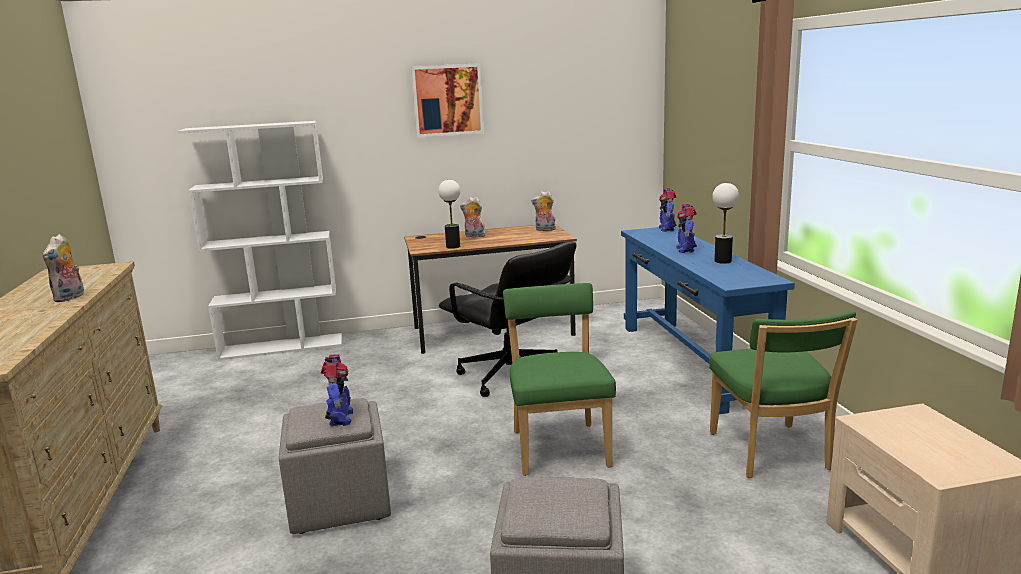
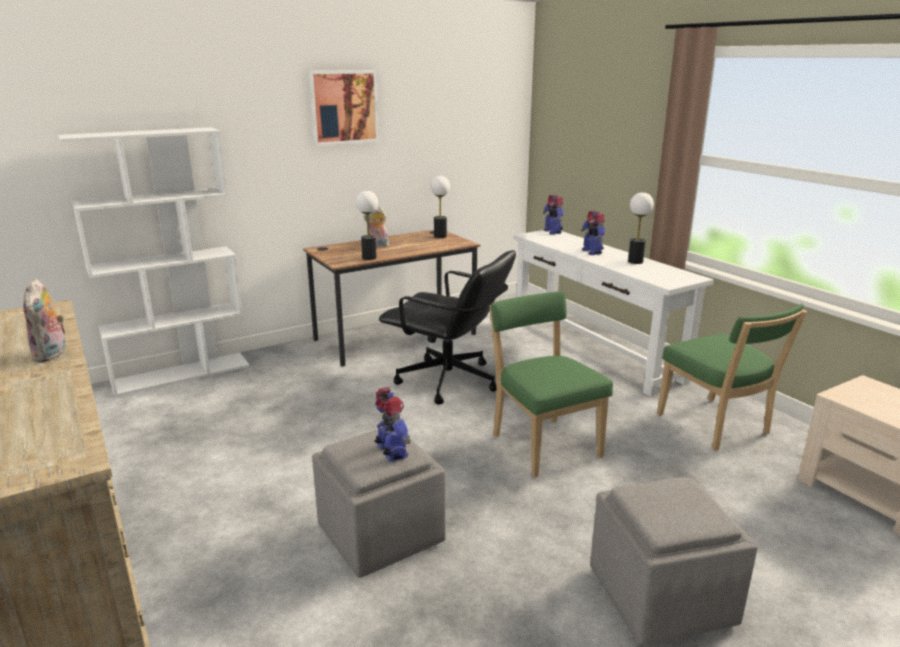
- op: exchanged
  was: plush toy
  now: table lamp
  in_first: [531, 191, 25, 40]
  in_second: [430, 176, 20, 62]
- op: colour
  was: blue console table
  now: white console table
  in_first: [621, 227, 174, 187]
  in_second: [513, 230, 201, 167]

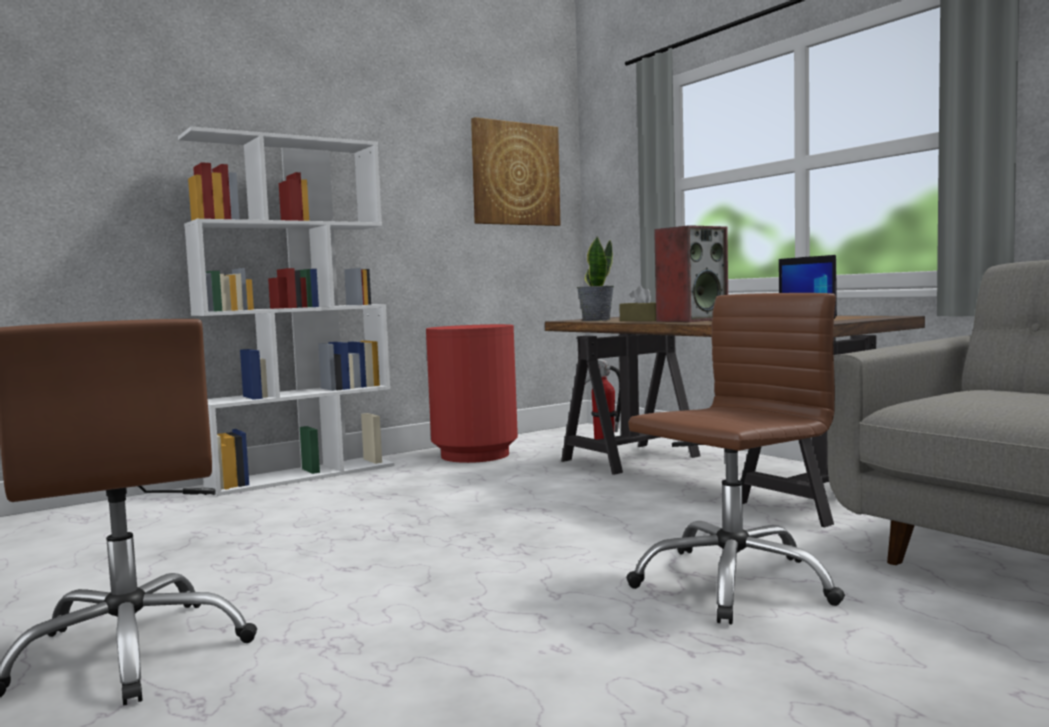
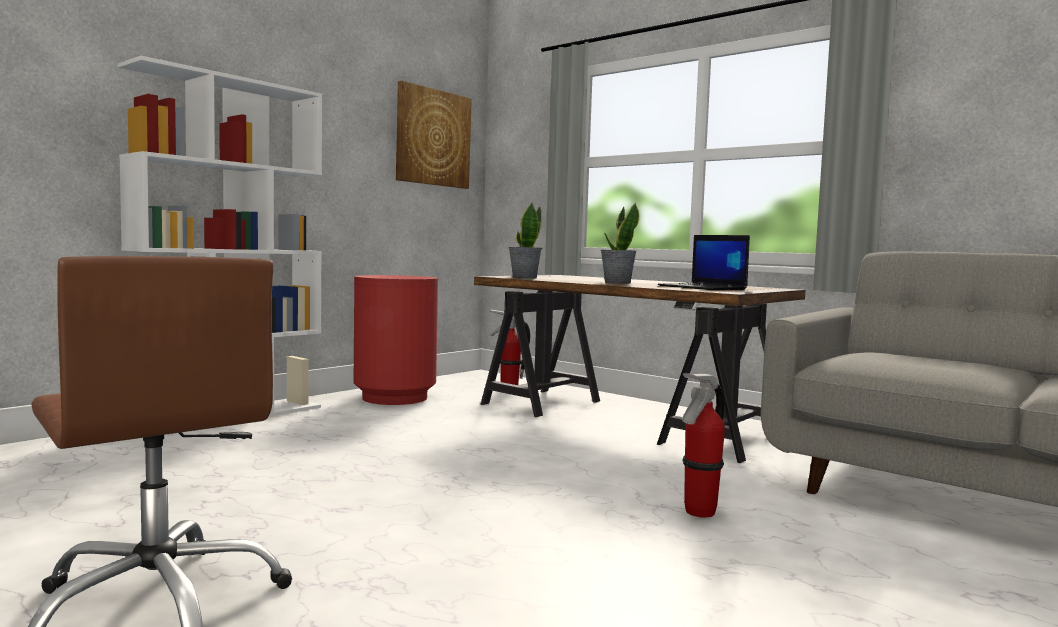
- op: exchanged
  was: speaker
  now: potted plant
  in_first: [654, 225, 74, 97]
  in_second: [601, 203, 38, 81]
- op: exchanged
  was: brown office chair
  now: fire extinguisher
  in_first: [626, 293, 219, 331]
  in_second: [682, 373, 43, 145]
- op: missing
  was: brown tissue box
  in_first: [619, 286, 37, 35]

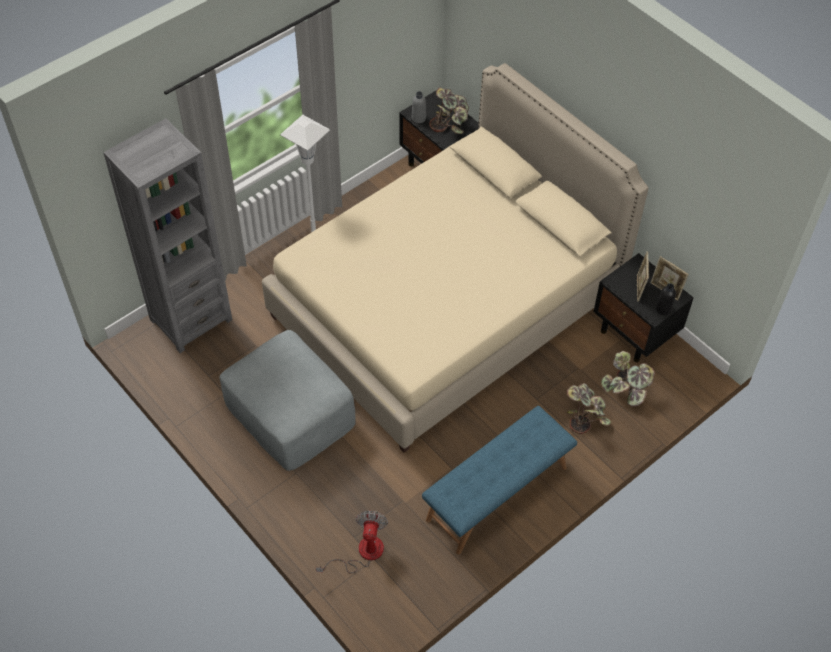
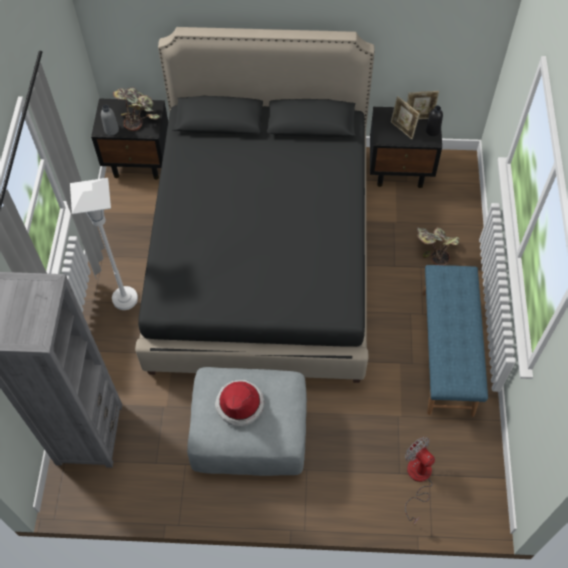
- op: colour
  was: beige bed
  now: black bed
  in_first: [262, 63, 387, 390]
  in_second: [135, 27, 240, 356]
- op: appeared
  now: hat
  in_second: [215, 380, 49, 47]
- op: missing
  was: potted plant
  in_first: [601, 351, 54, 56]

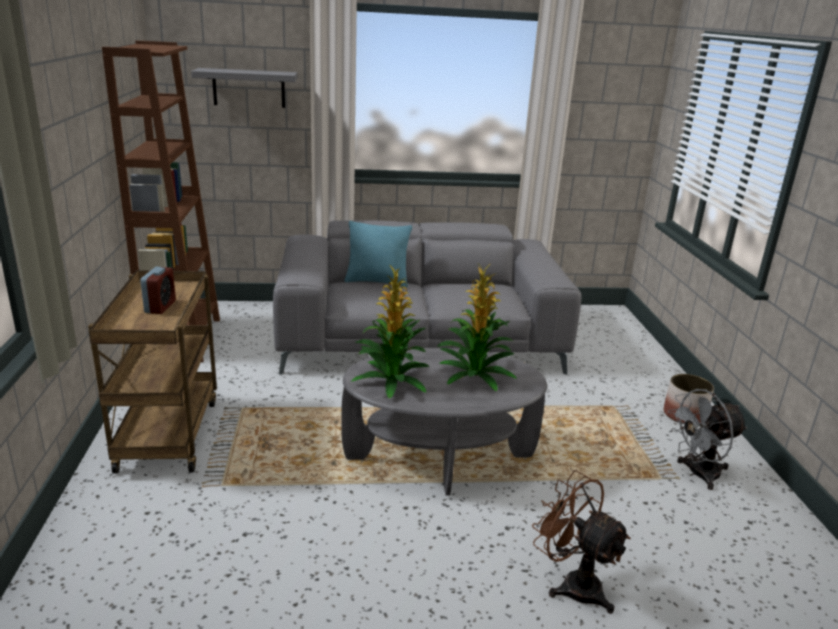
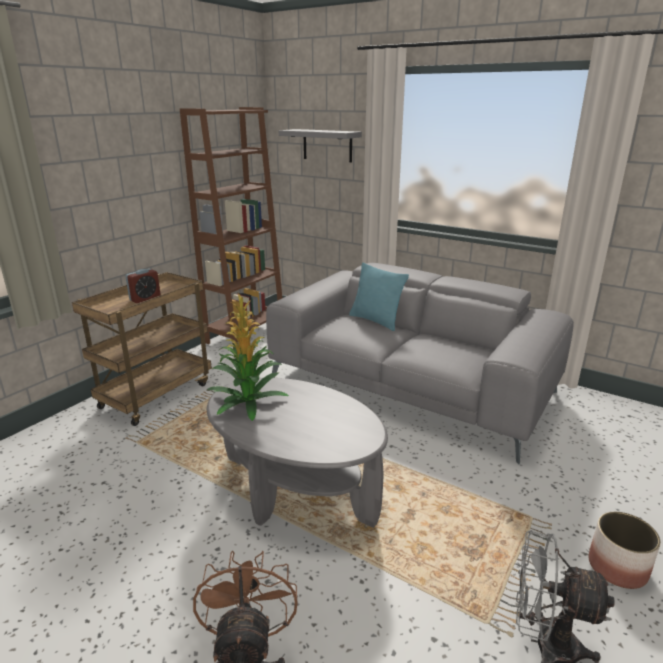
- op: missing
  was: potted plant
  in_first: [437, 264, 80, 127]

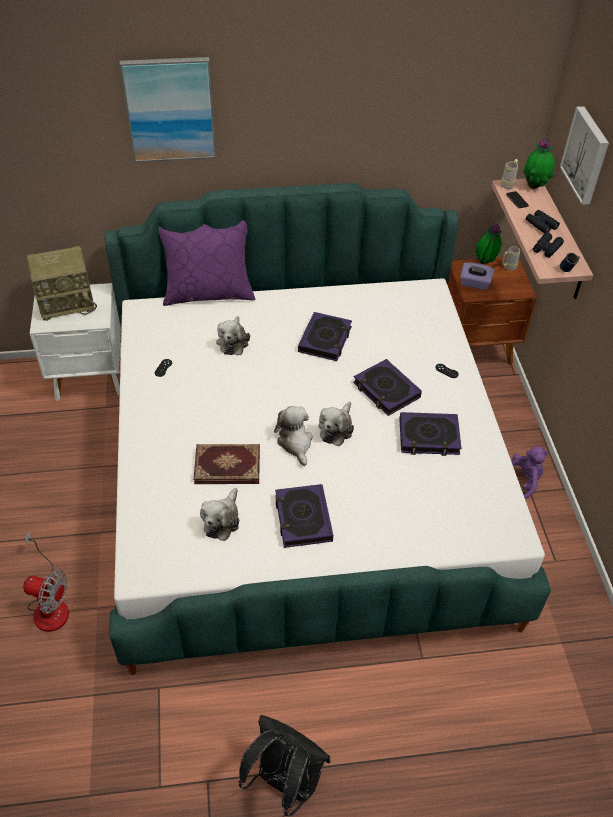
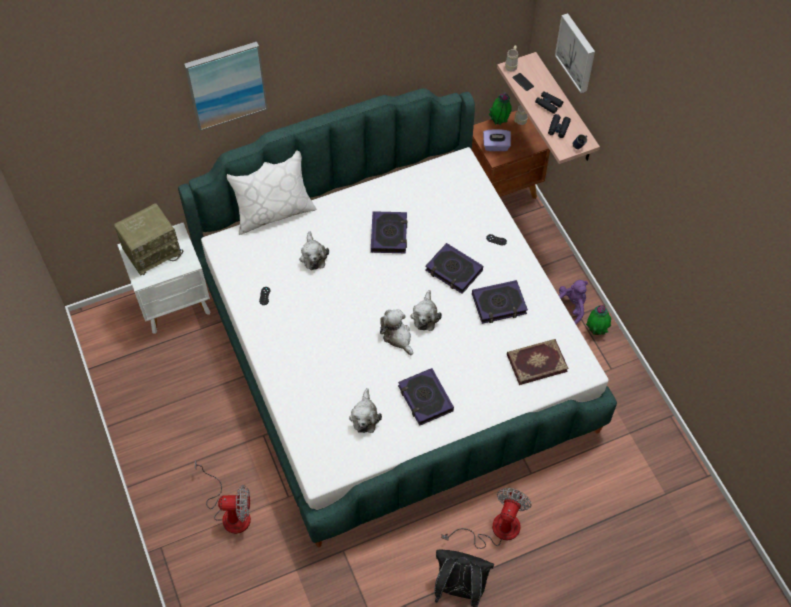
- op: colour
  was: purple pillow
  now: white pillow
  in_first: [158, 220, 98, 86]
  in_second: [227, 150, 90, 85]
- op: appeared
  now: fan
  in_second: [441, 488, 90, 61]
- op: relocated
  was: book
  in_first: [194, 444, 66, 40]
  in_second: [507, 339, 62, 46]
- op: relocated
  was: potted plant
  in_first: [523, 139, 32, 50]
  in_second: [586, 305, 25, 30]

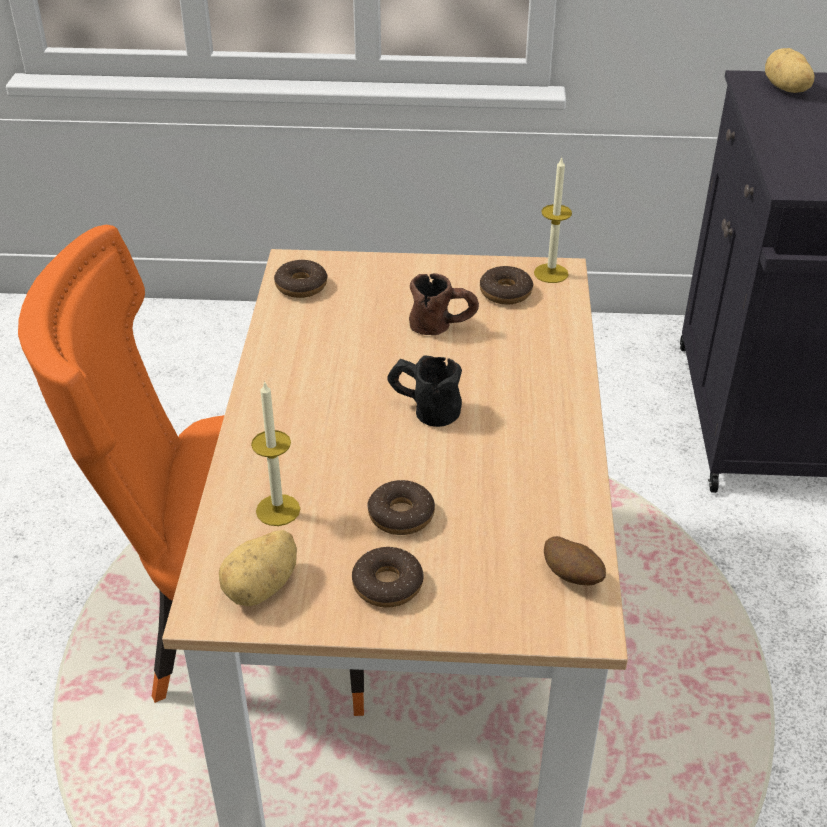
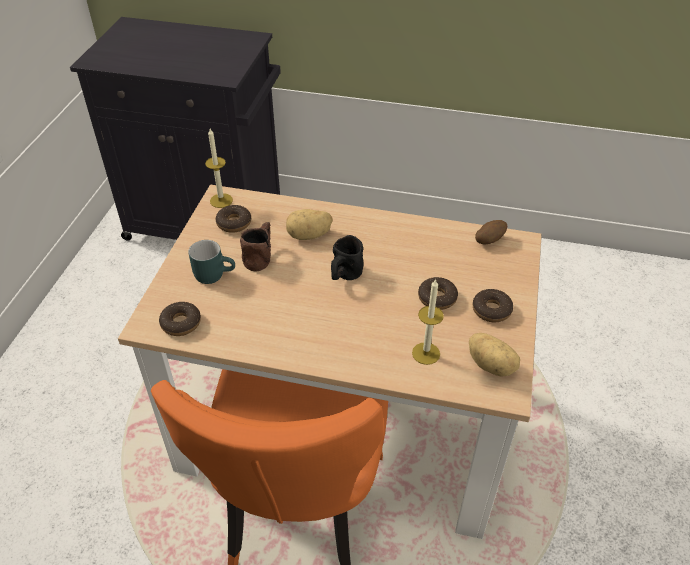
- op: appeared
  now: turquoise mug
  in_second: [188, 240, 47, 44]
- op: relocated
  was: potato
  in_first: [765, 48, 49, 45]
  in_second: [286, 209, 47, 31]

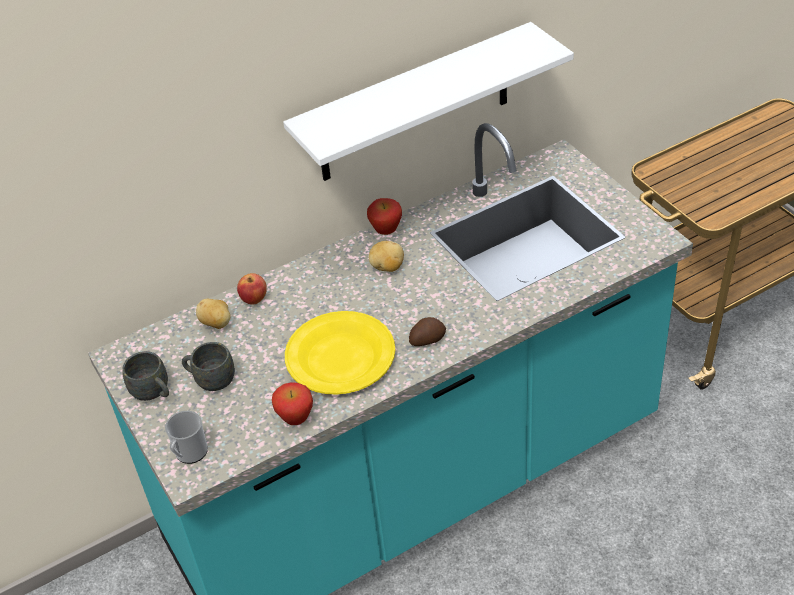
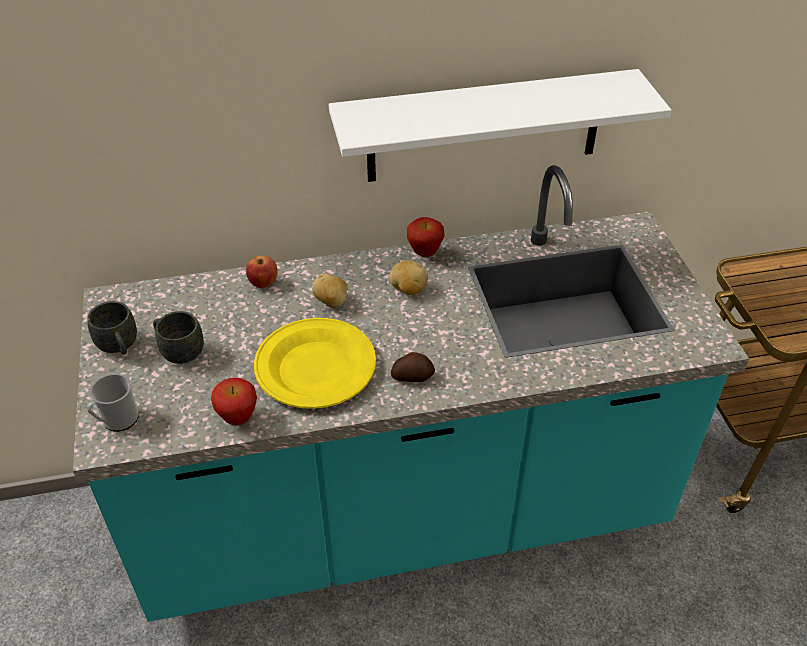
- op: relocated
  was: potato
  in_first: [196, 299, 35, 30]
  in_second: [312, 273, 35, 35]

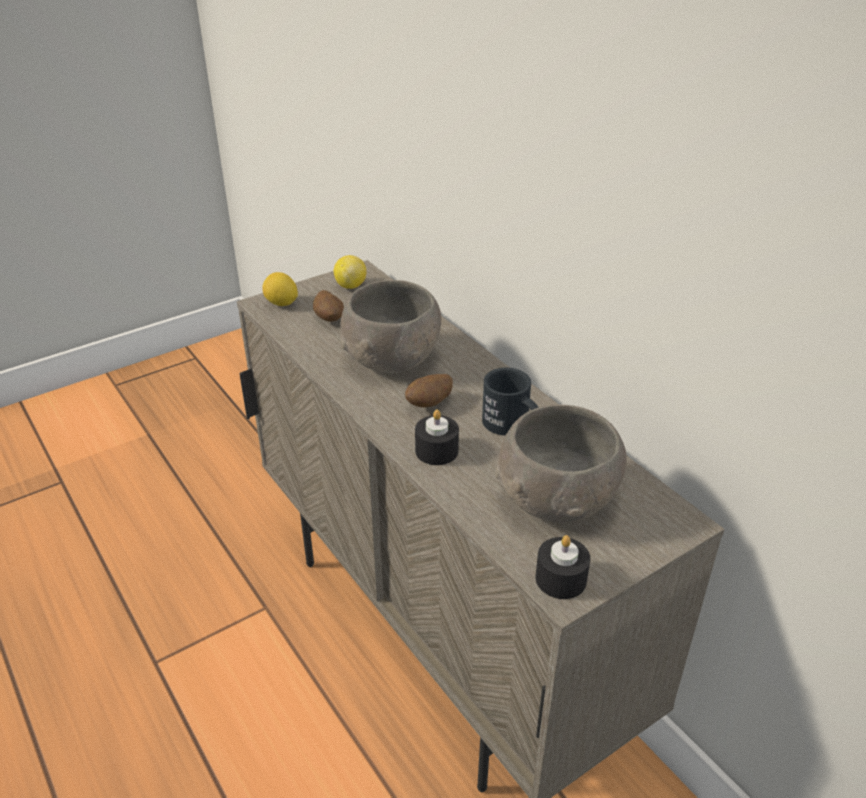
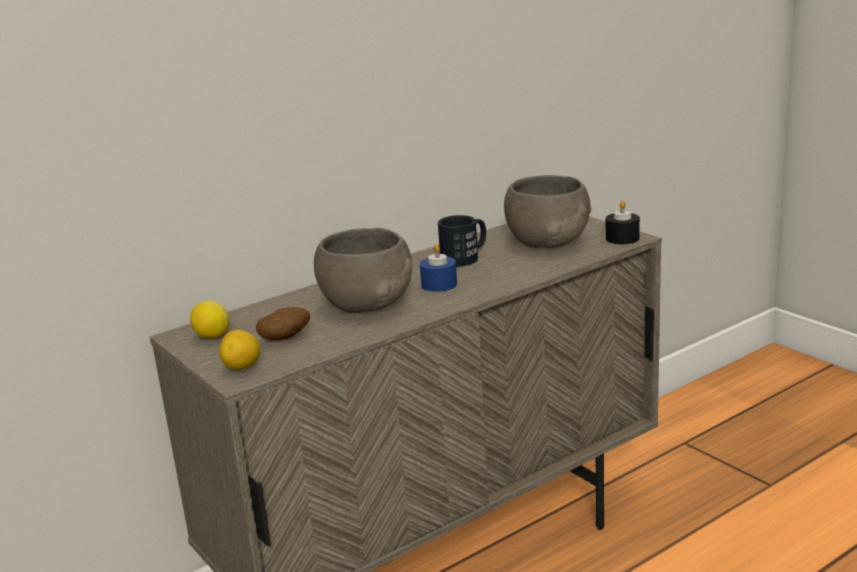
- op: exchanged
  was: potato
  now: blue candle
  in_first: [405, 374, 48, 33]
  in_second: [420, 244, 37, 48]
- op: missing
  was: black candle
  in_first: [415, 409, 44, 56]

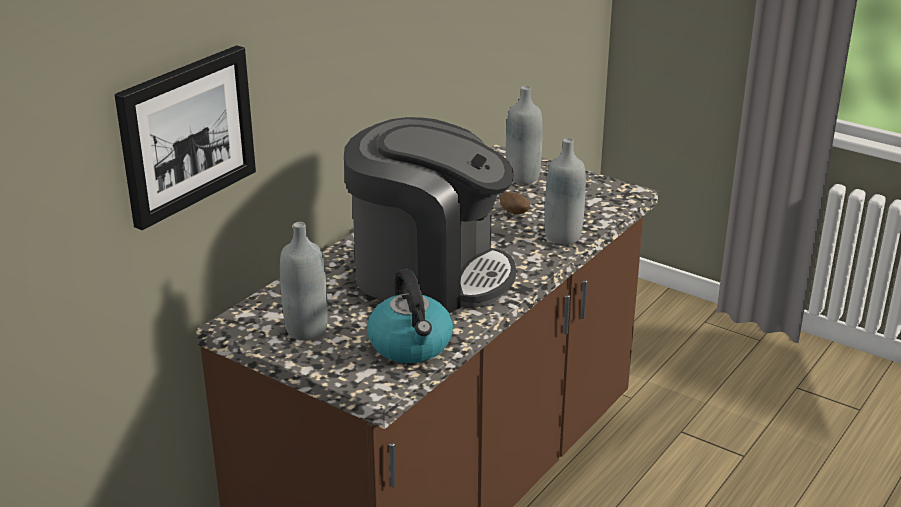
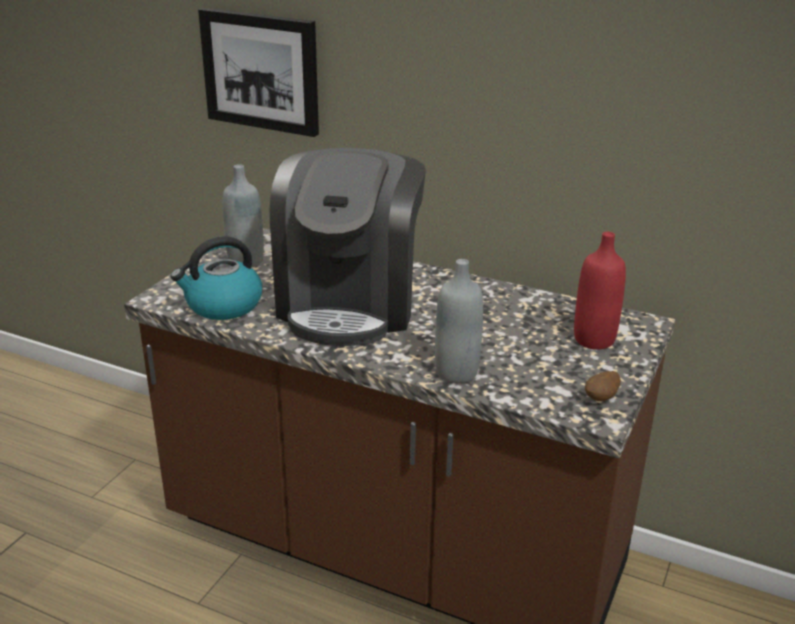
- op: colour
  was: grey bottle
  now: red bottle
  in_first: [506, 86, 37, 98]
  in_second: [574, 232, 52, 118]
- op: relocated
  was: potato
  in_first: [500, 192, 30, 23]
  in_second: [585, 371, 36, 30]

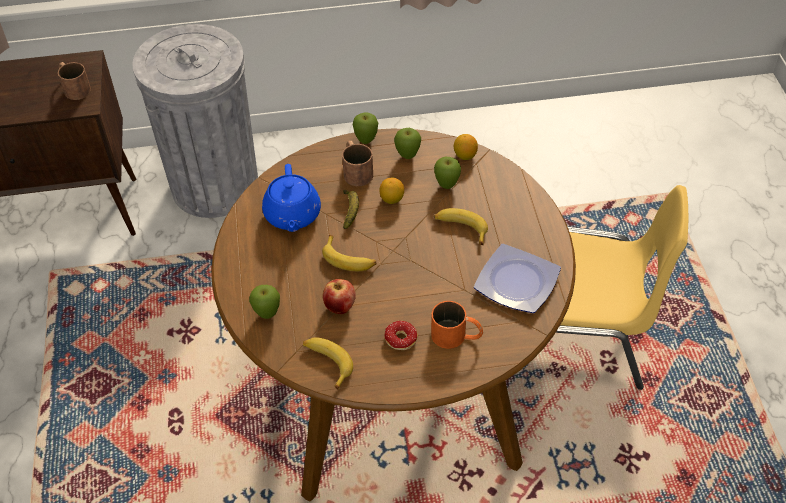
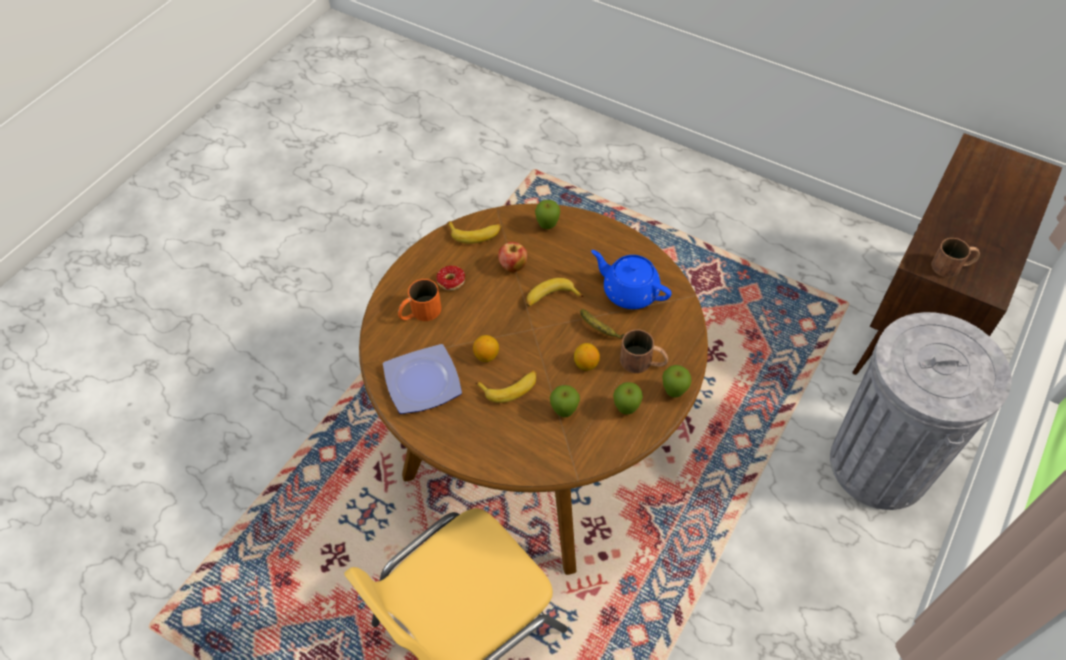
- op: relocated
  was: lemon
  in_first: [454, 134, 24, 26]
  in_second: [473, 335, 26, 27]

